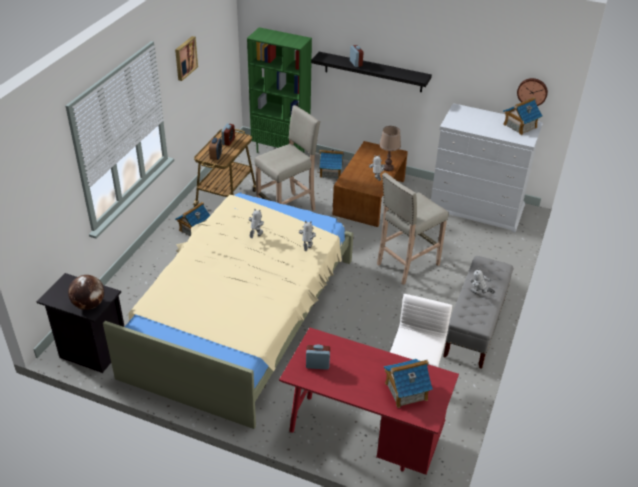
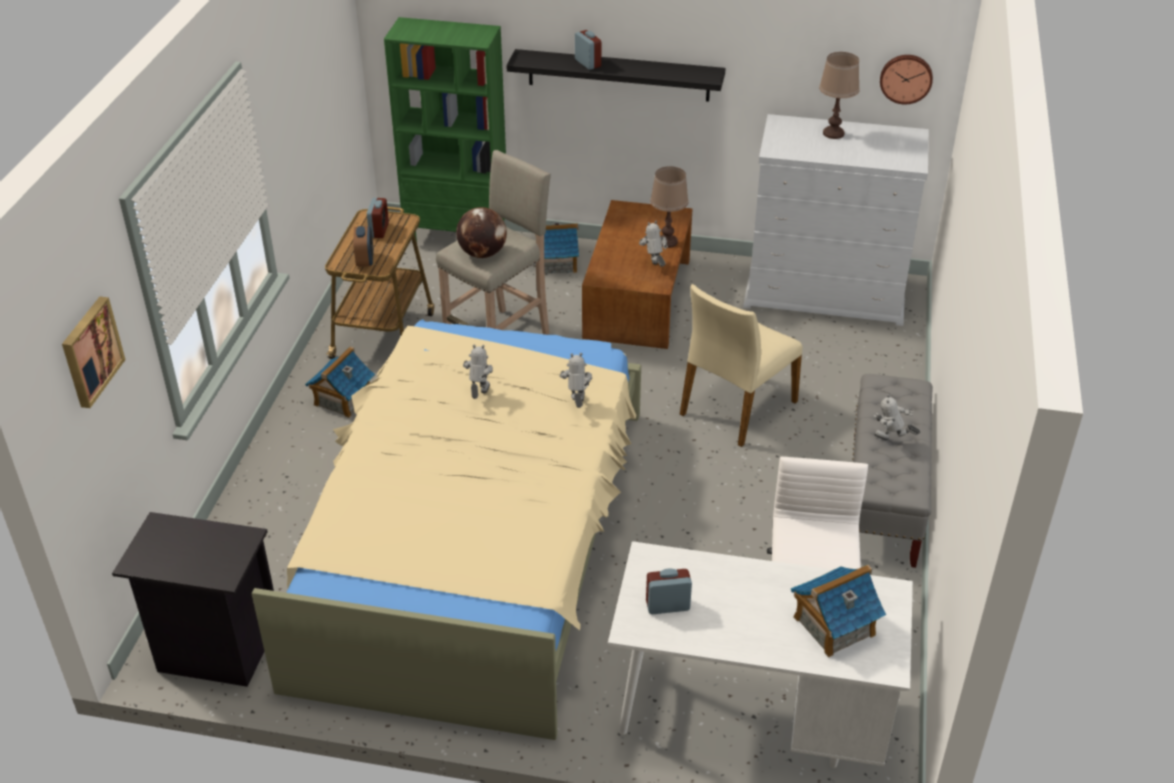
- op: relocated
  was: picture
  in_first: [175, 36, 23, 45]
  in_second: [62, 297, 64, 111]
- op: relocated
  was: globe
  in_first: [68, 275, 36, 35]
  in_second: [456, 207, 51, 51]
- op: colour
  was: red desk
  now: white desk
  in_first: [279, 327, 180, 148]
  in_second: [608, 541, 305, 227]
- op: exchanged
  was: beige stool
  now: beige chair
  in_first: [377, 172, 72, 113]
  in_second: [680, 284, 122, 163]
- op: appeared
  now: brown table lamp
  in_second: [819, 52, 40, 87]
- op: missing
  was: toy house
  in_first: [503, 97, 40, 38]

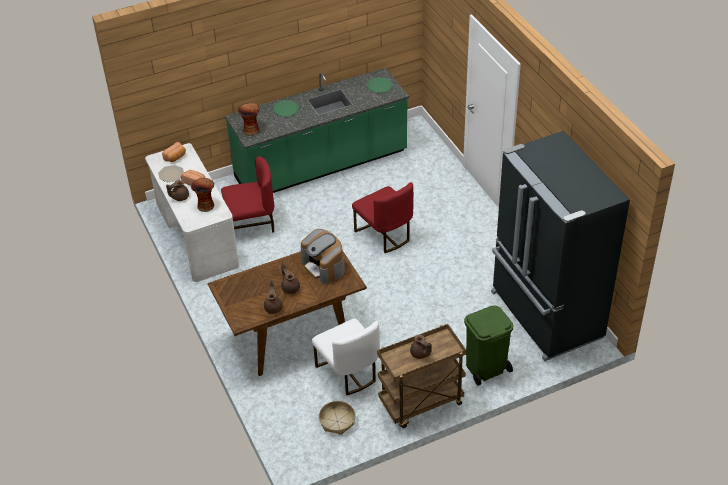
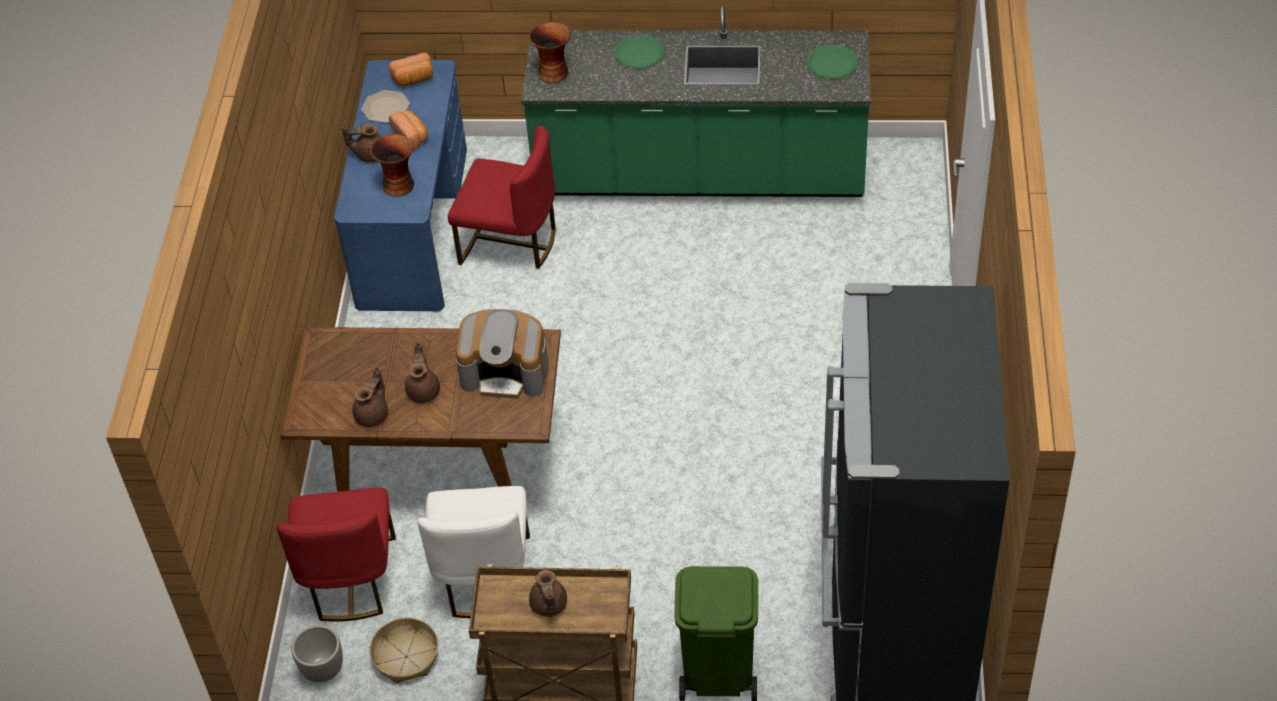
- op: relocated
  was: red chair
  in_first: [352, 182, 61, 71]
  in_second: [276, 488, 120, 134]
- op: appeared
  now: planter
  in_second: [291, 625, 52, 58]
- op: colour
  was: white desk
  now: blue desk
  in_first: [145, 143, 94, 139]
  in_second: [334, 60, 133, 251]
- op: spun
  was: coffee machine
  in_first: [301, 229, 44, 55]
  in_second: [456, 309, 93, 90]
  clockwise: -75

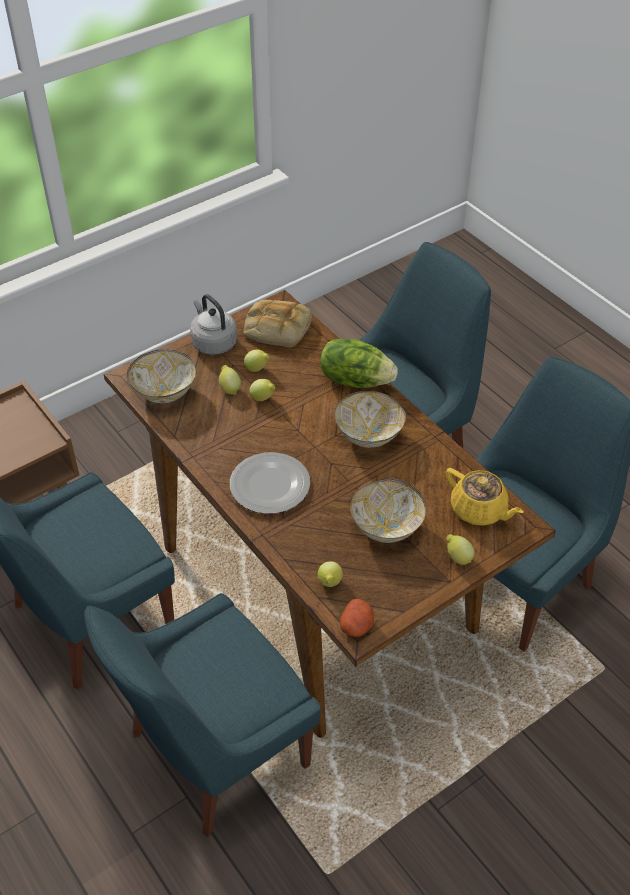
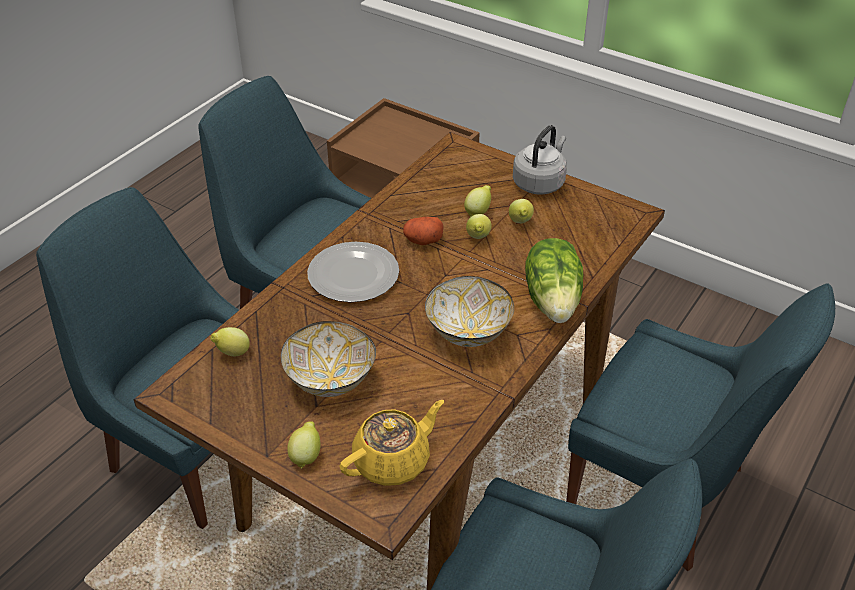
- op: spun
  was: yellow teapot
  in_first: [445, 468, 79, 58]
  in_second: [339, 400, 105, 86]
  clockwise: -150
- op: relocated
  was: potato
  in_first: [340, 599, 34, 38]
  in_second: [403, 217, 41, 28]
- op: missing
  was: bowl
  in_first: [127, 350, 69, 53]
- op: missing
  was: bread
  in_first: [243, 300, 69, 48]

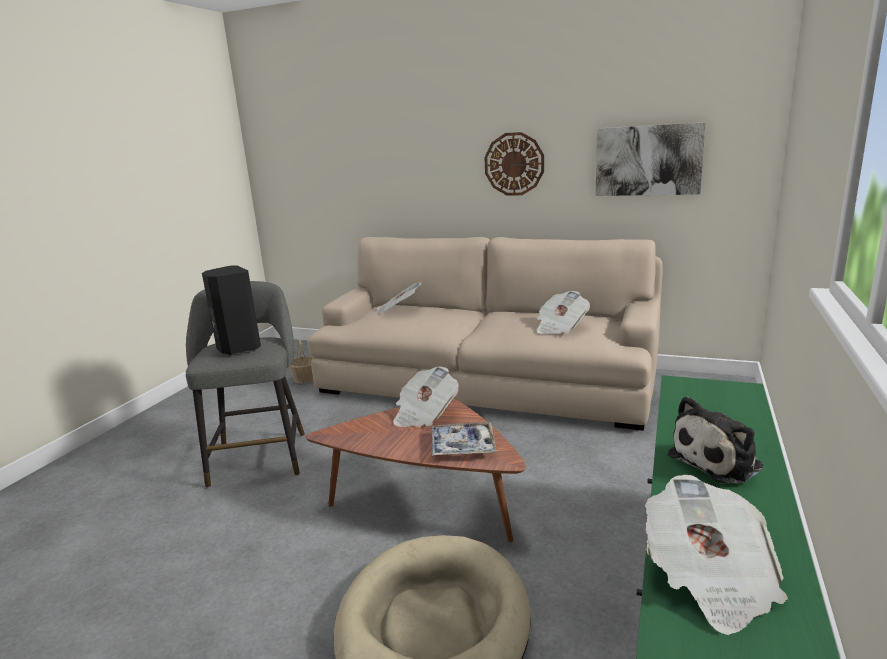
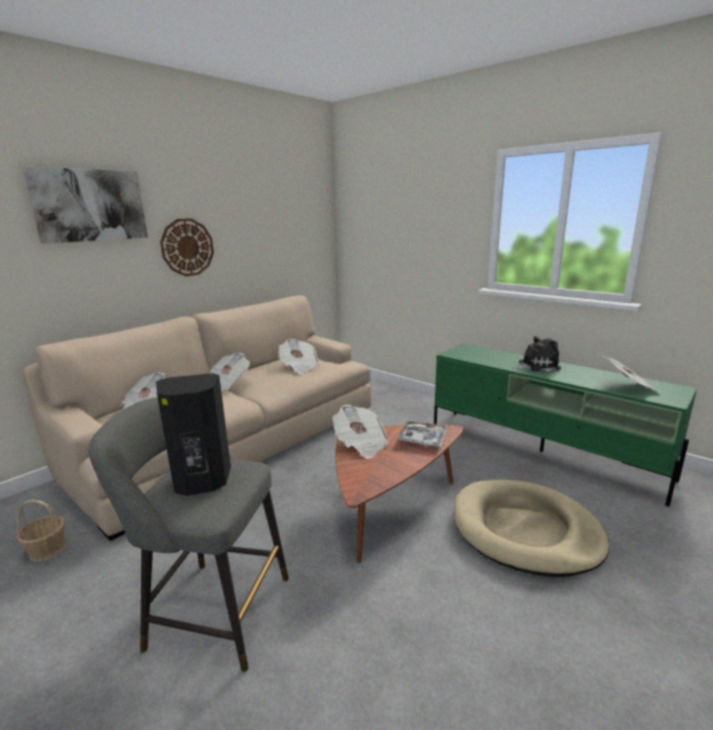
- op: relocated
  was: picture
  in_first: [596, 122, 110, 74]
  in_second: [23, 166, 125, 78]
- op: appeared
  now: newspaper
  in_second: [210, 353, 40, 38]
- op: spun
  was: plush toy
  in_first: [668, 396, 96, 88]
  in_second: [512, 336, 49, 36]
  clockwise: -90

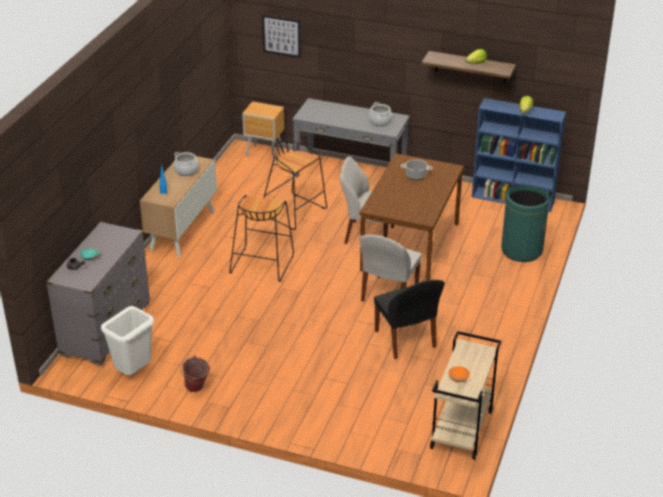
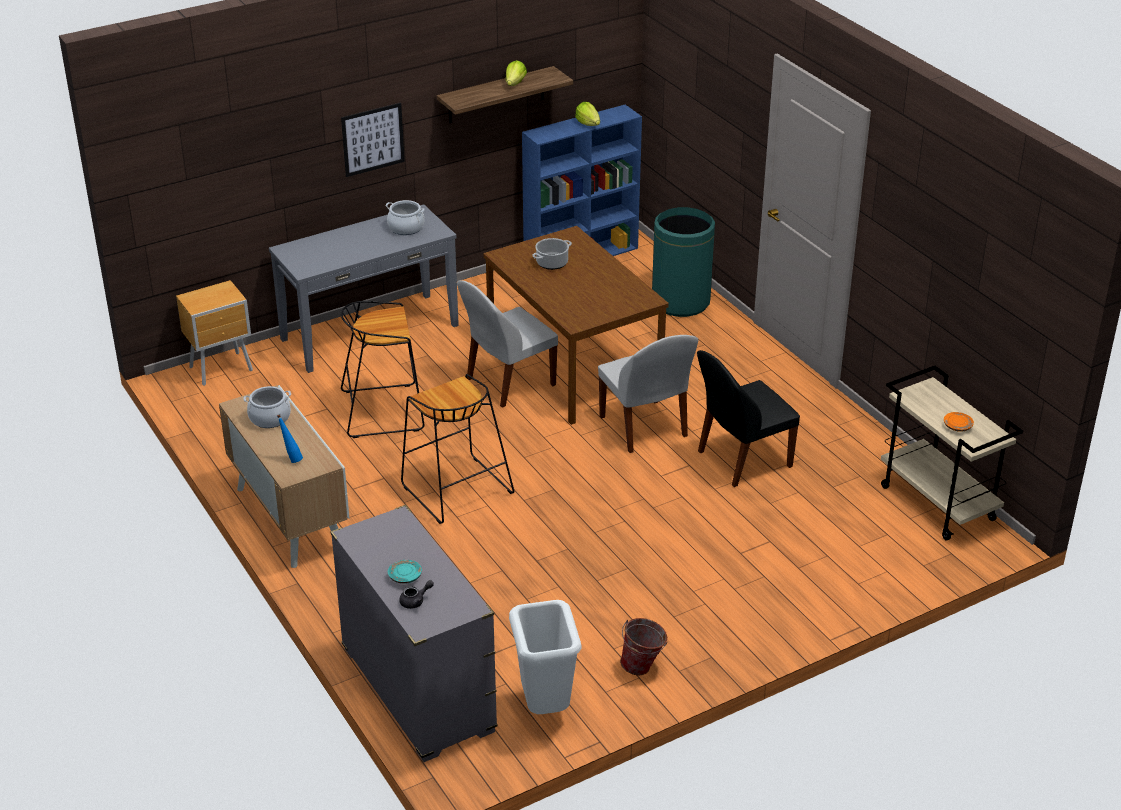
- op: relocated
  was: picture
  in_first: [262, 15, 39, 43]
  in_second: [341, 103, 64, 74]
- op: spun
  was: black chair
  in_first: [374, 280, 70, 79]
  in_second: [697, 350, 103, 137]
  clockwise: 135

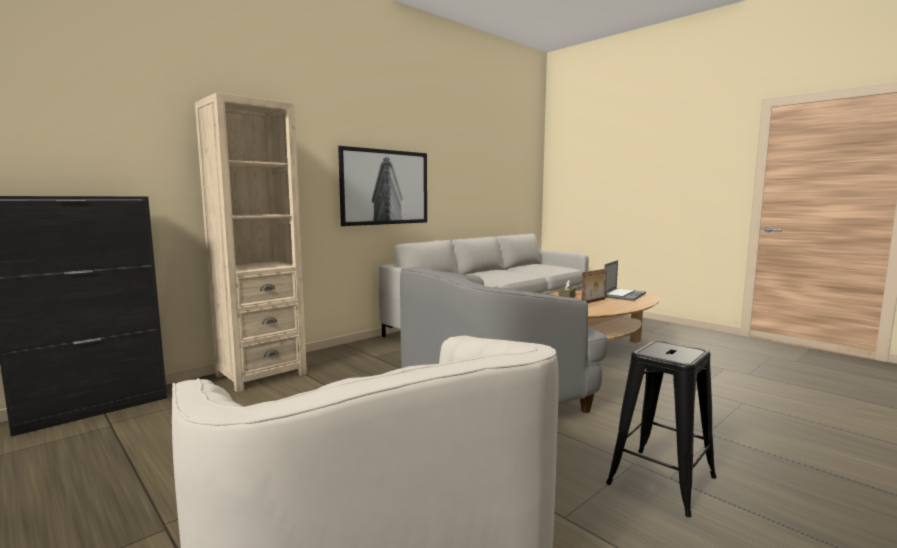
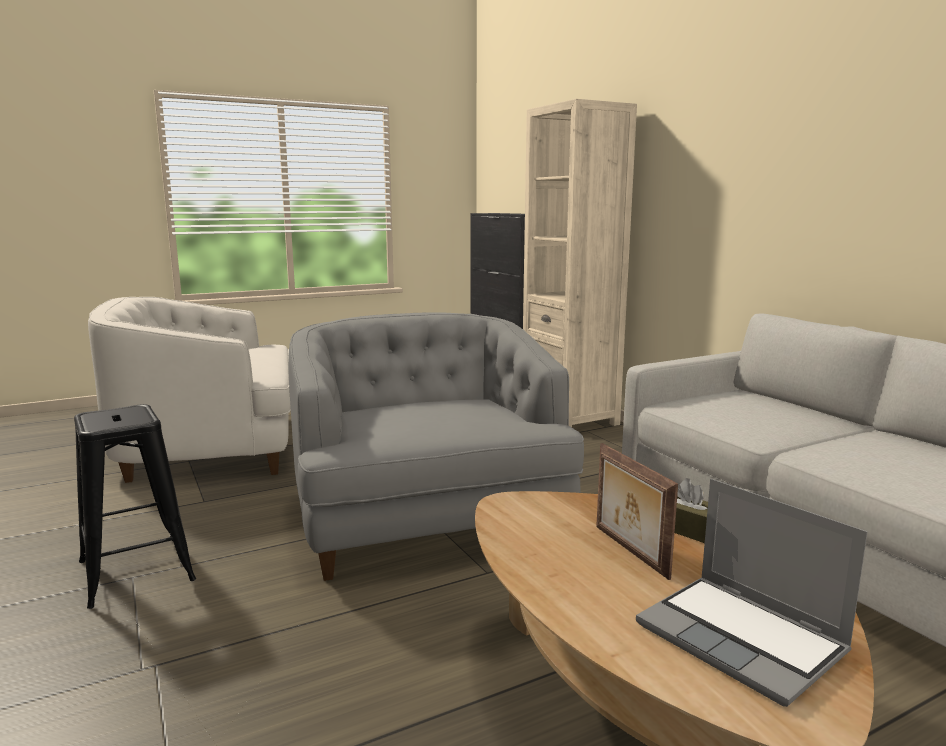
- op: missing
  was: picture
  in_first: [338, 146, 89, 80]

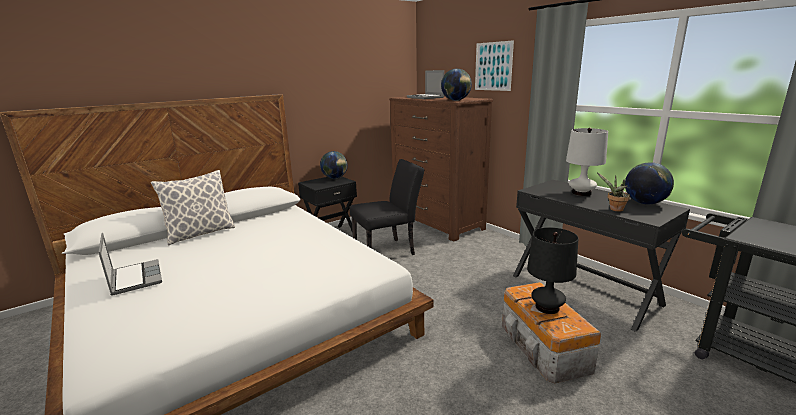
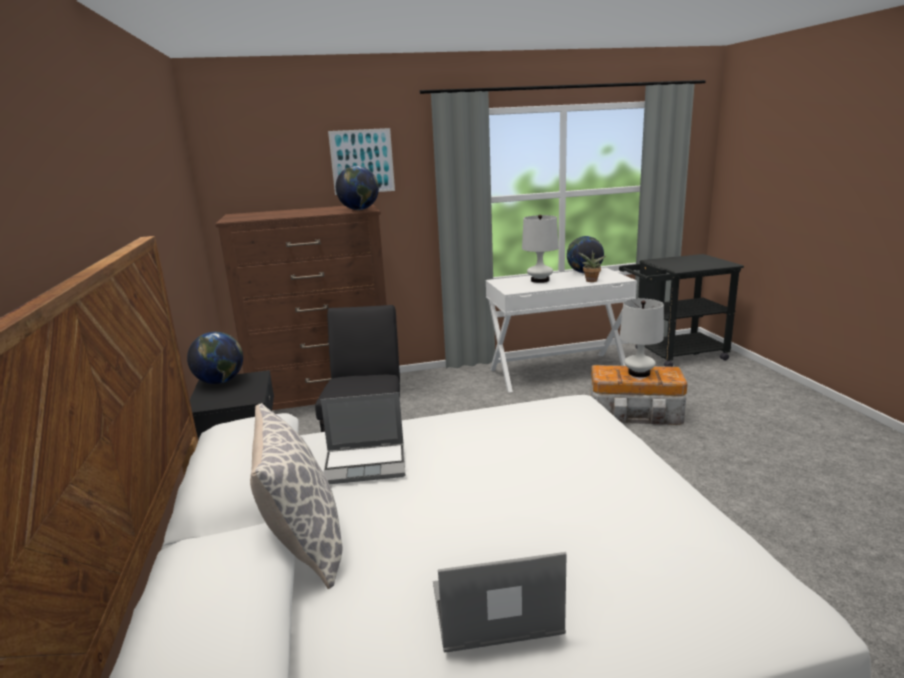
- op: relocated
  was: laptop
  in_first: [407, 70, 37, 29]
  in_second: [321, 392, 84, 92]
- op: colour
  was: black desk
  now: white desk
  in_first: [513, 180, 177, 152]
  in_second: [486, 268, 151, 124]
- op: colour
  was: black table lamp
  now: white table lamp
  in_first: [527, 227, 51, 87]
  in_second: [620, 299, 44, 78]

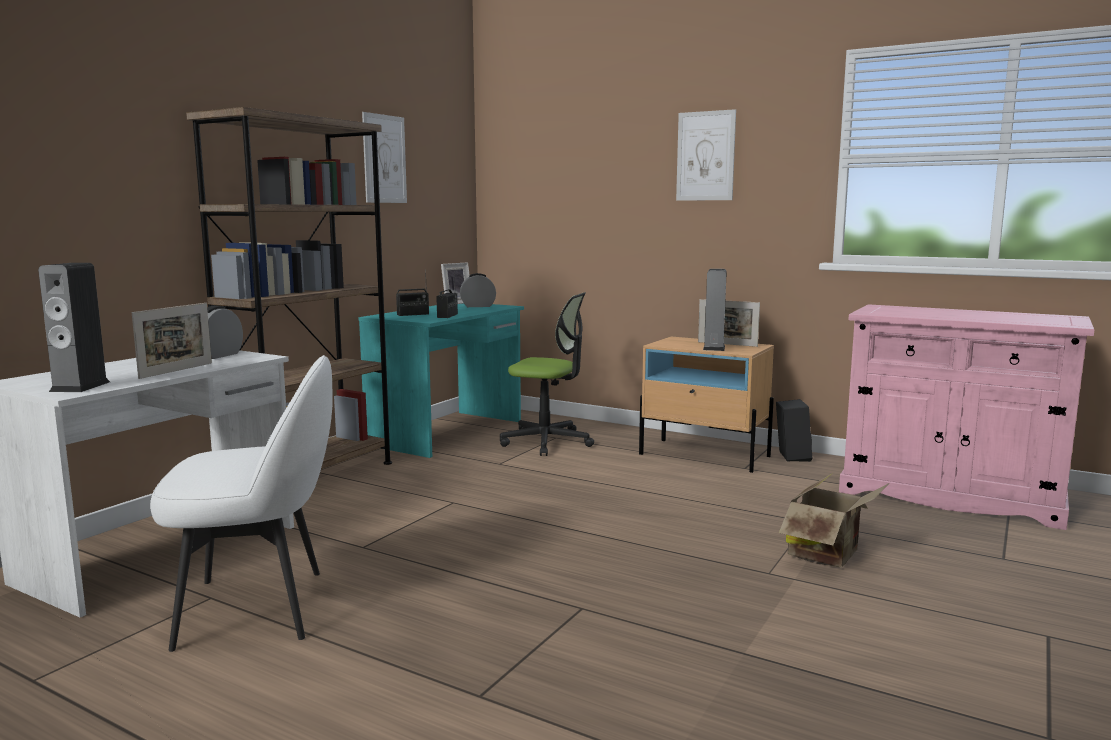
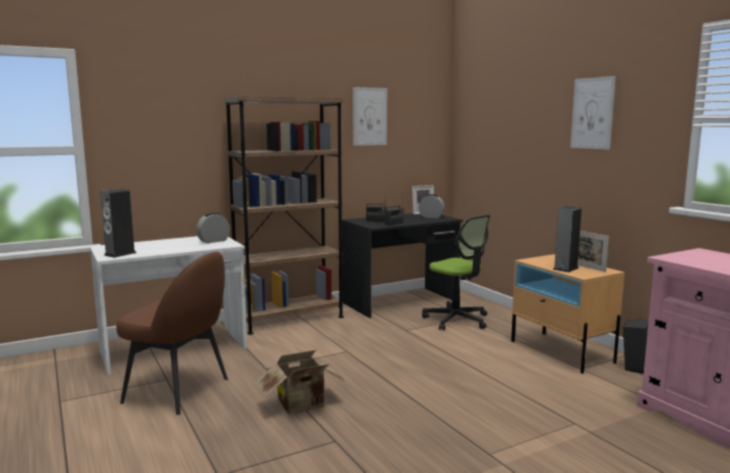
- op: colour
  was: white chair
  now: brown chair
  in_first: [150, 355, 183, 297]
  in_second: [116, 252, 112, 163]
- op: relocated
  was: cardboard box
  in_first: [779, 473, 110, 94]
  in_second: [257, 350, 88, 64]
- op: colour
  was: turquoise desk
  now: black desk
  in_first: [358, 304, 166, 154]
  in_second: [342, 213, 121, 105]
- op: missing
  was: picture frame
  in_first: [132, 303, 80, 76]

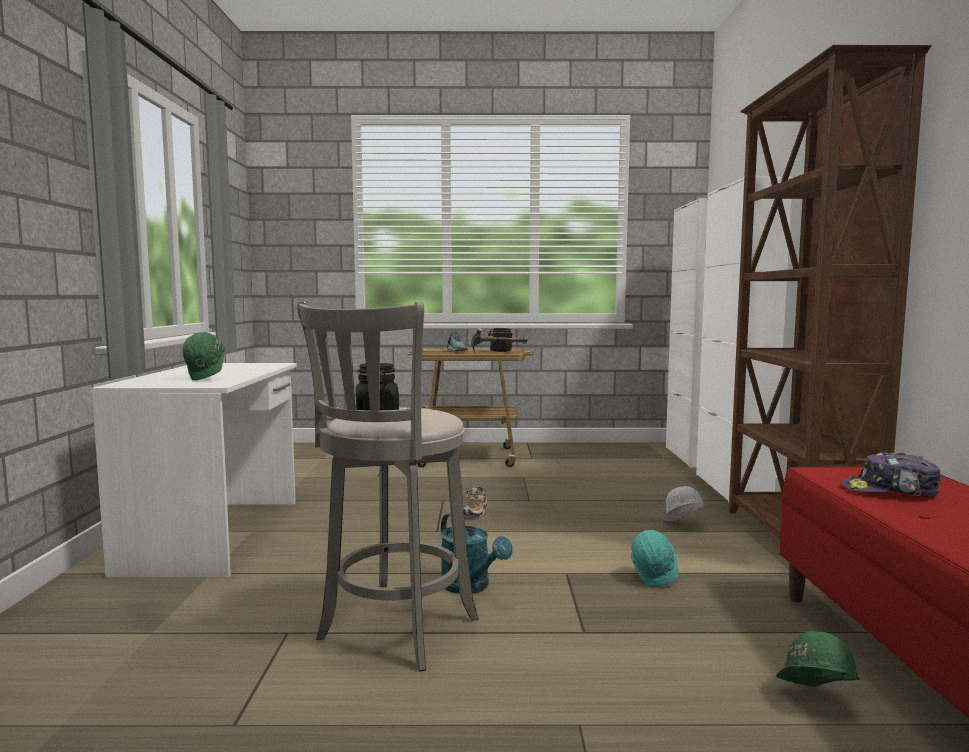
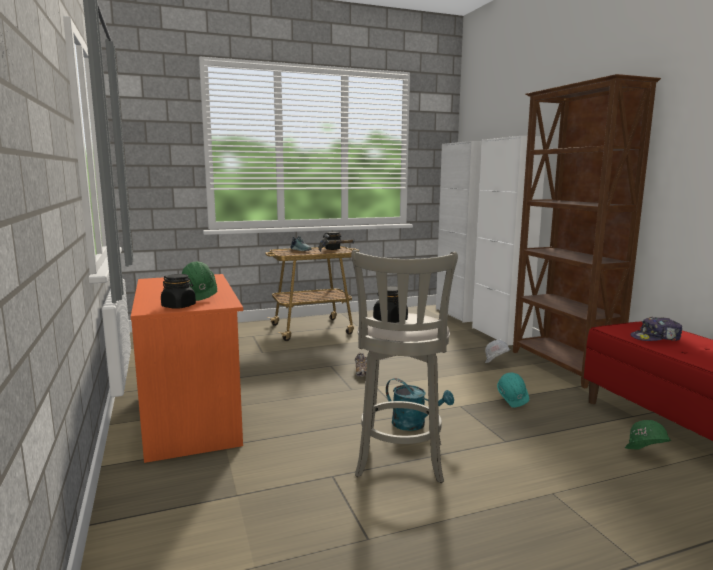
- op: colour
  was: white desk
  now: orange desk
  in_first: [91, 363, 206, 214]
  in_second: [131, 274, 112, 189]
- op: appeared
  now: black jar
  in_second: [161, 274, 35, 35]

